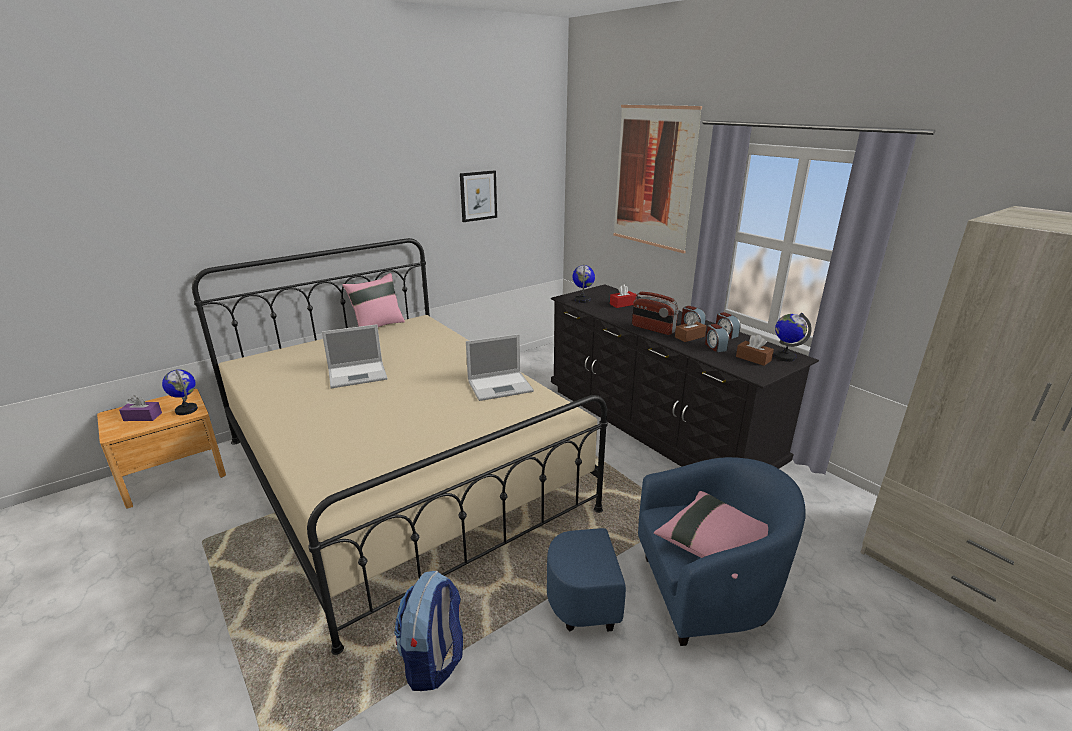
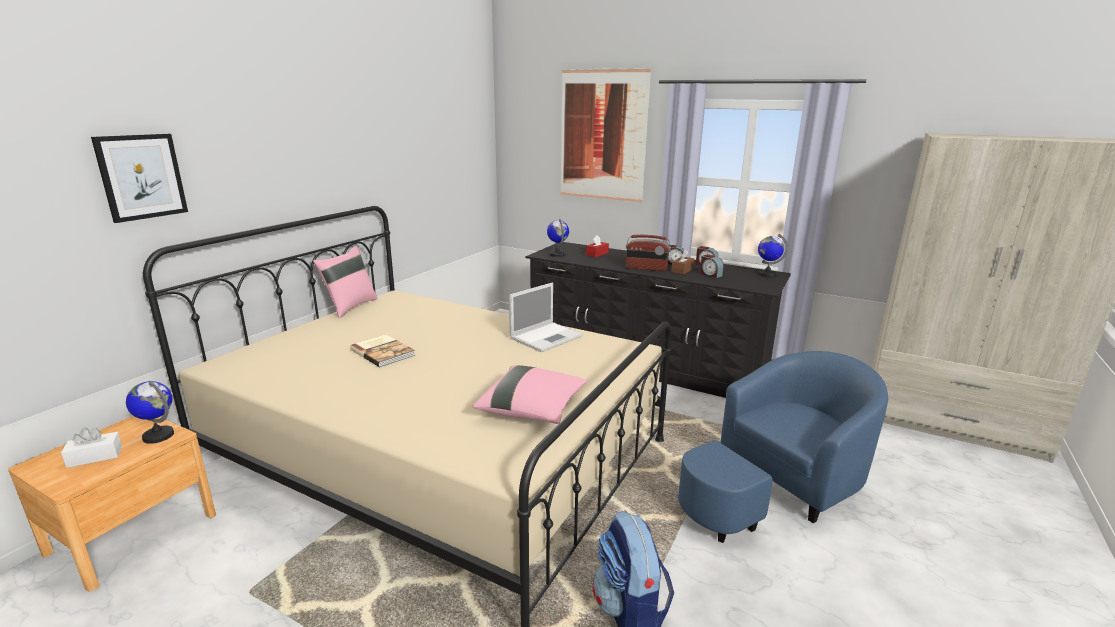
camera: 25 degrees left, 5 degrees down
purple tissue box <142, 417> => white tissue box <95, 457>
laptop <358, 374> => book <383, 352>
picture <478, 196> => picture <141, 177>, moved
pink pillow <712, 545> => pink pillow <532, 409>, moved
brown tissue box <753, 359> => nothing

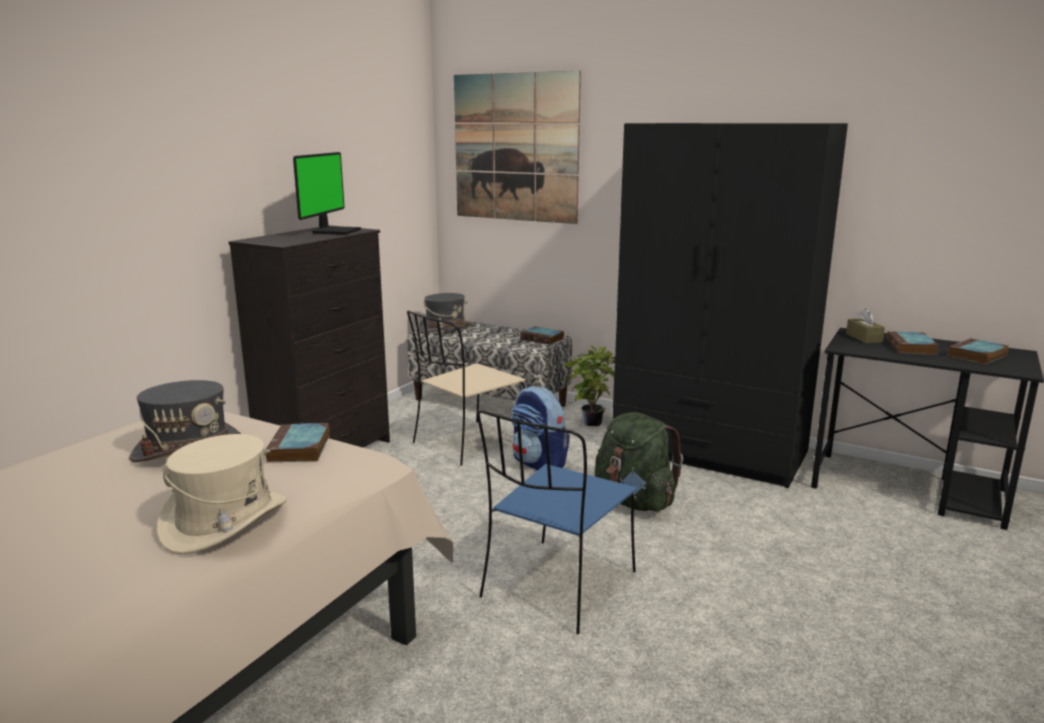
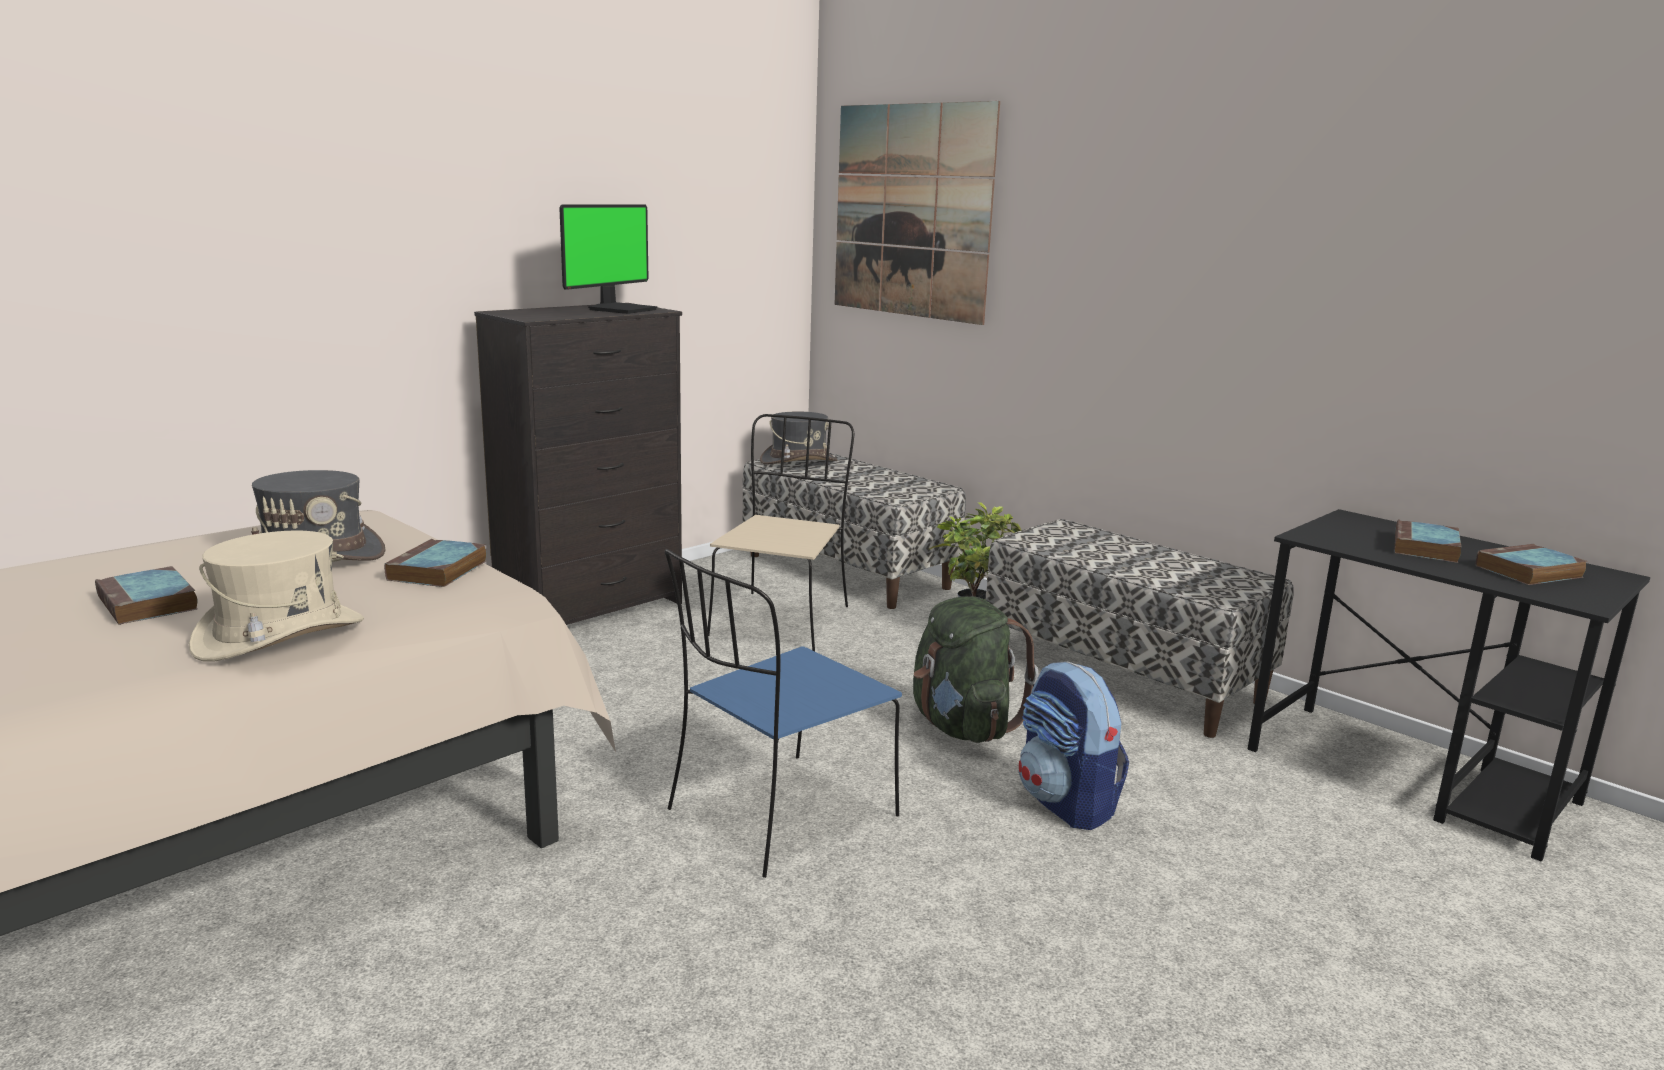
camera: 15 degrees right, 0 degrees up
beige chair <467, 443> => beige chair <781, 620>, 135 degrees clockwise
backpack <539, 463> => backpack <1066, 803>, moved
book <543, 339> => book <149, 604>, moved
black wardrobe <710, 451> => bench <1123, 677>
brown tissue box <863, 338> => nothing

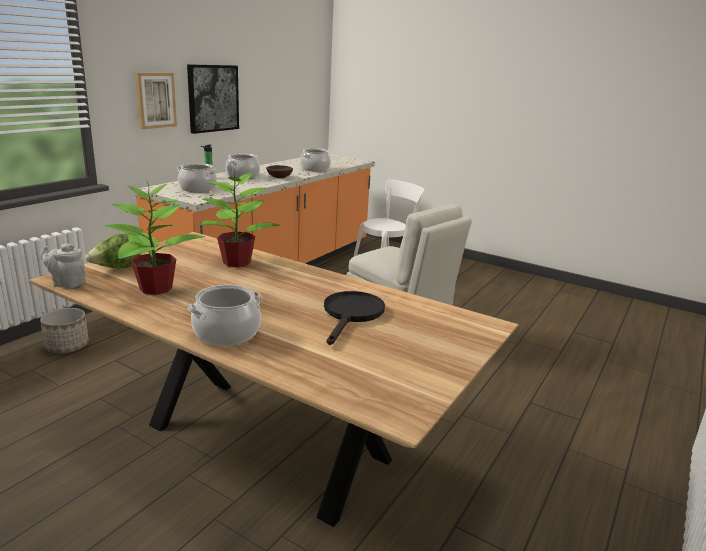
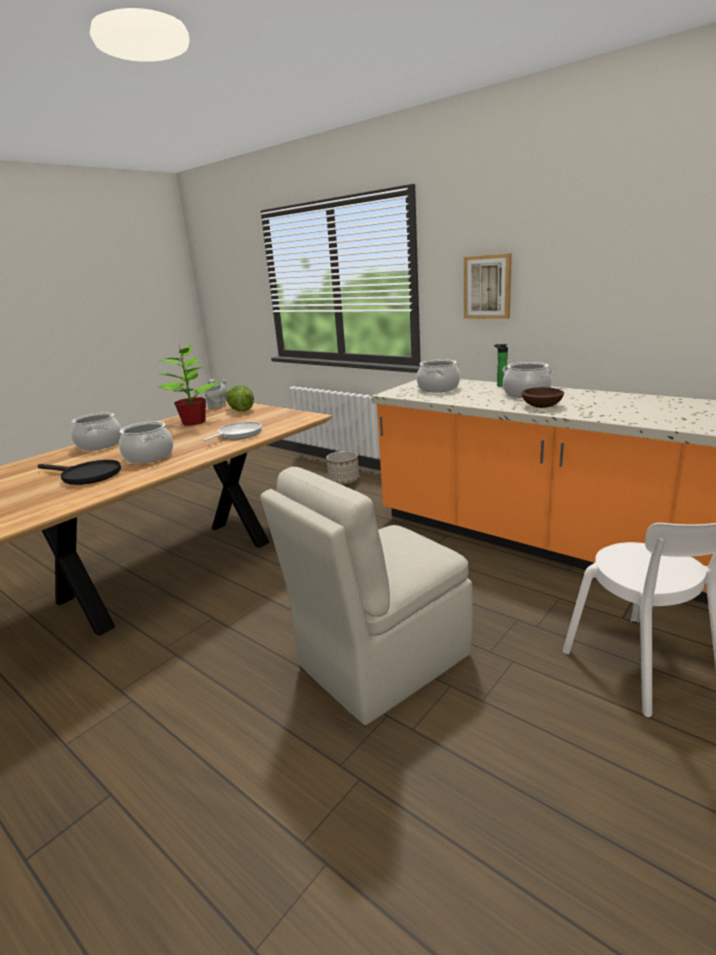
camera: 100 degrees right, 0 degrees up
picture <213, 98> => nothing
potted plant <237, 262> => frying pan <238, 434>
cooking pot <315, 169> => cooking pot <149, 456>, moved

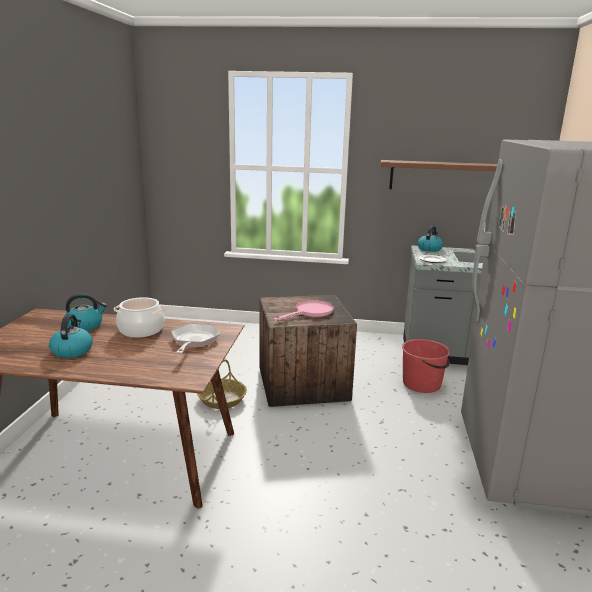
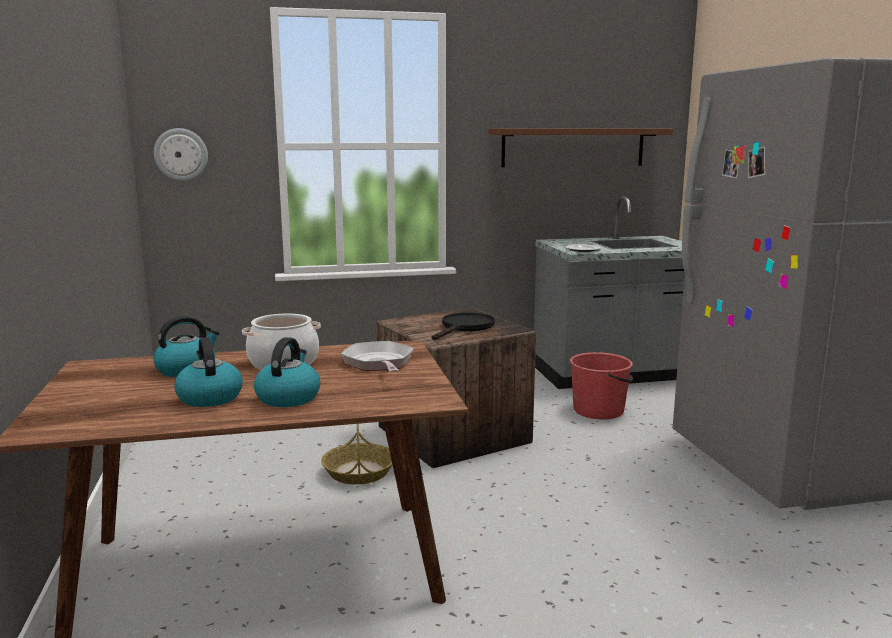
camera: 20 degrees left, 5 degrees down
pink frying pan <310, 312> => black frying pan <464, 327>
kettle <429, 249> => kettle <288, 397>, moved
nothing => wall clock <181, 154>

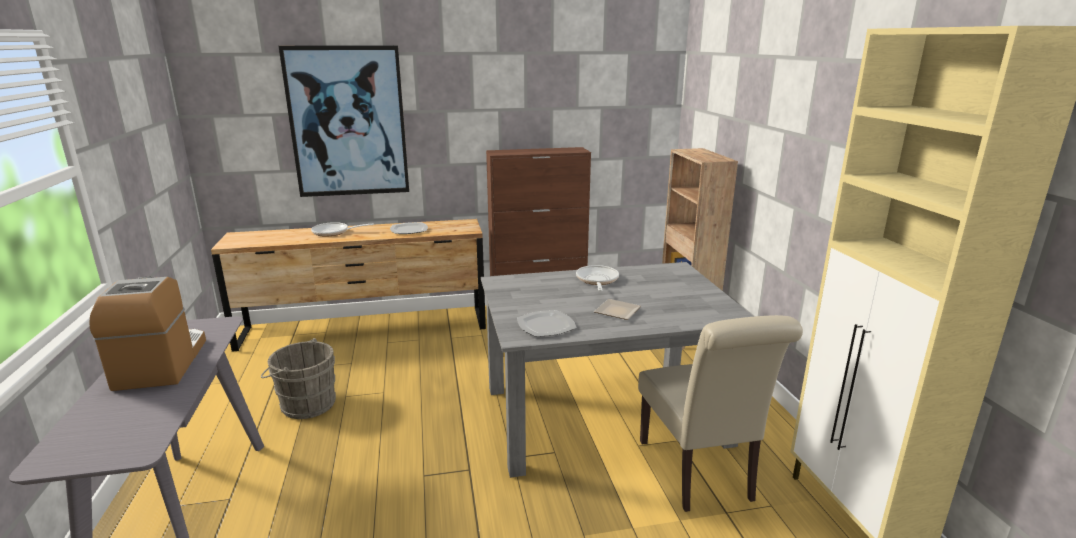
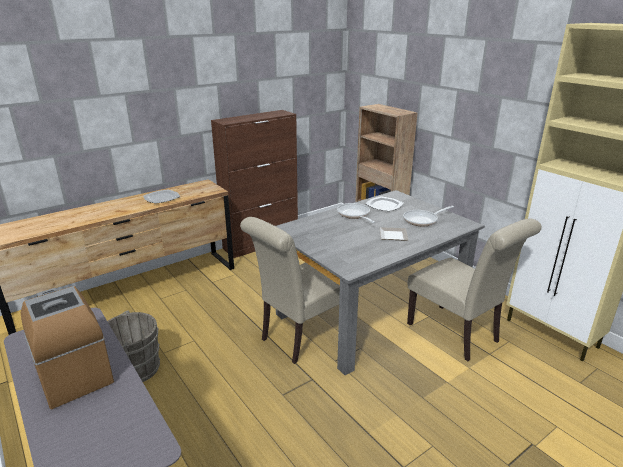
camera: 25 degrees left, 5 degrees up
picture <348, 122> => nothing
frying pan <334, 232> => frying pan <422, 220>, moved
plate <545, 325> => plate <384, 205>, moved
nothing => beige chair <301, 337>

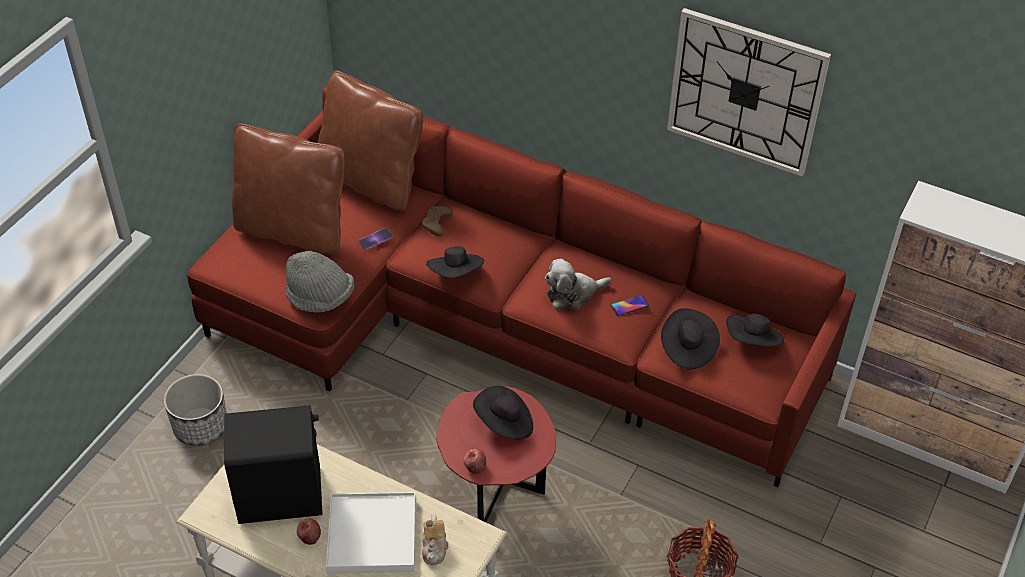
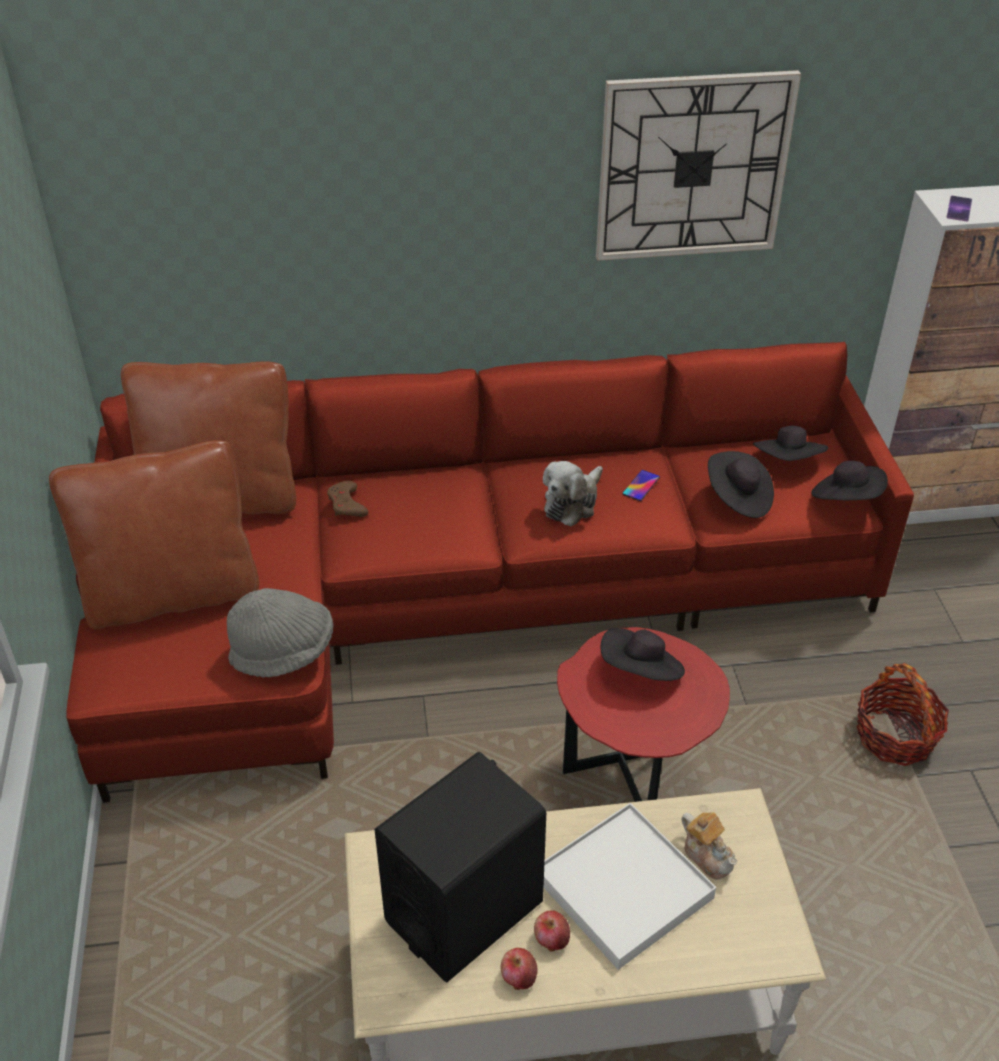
camera: 35 degrees left, 5 degrees down
planter <201, 426> => nothing
phone <375, 239> => phone <959, 209>, moved
black hat <456, 274> => black hat <846, 499>, moved
apple <474, 467> => apple <518, 977>, moved

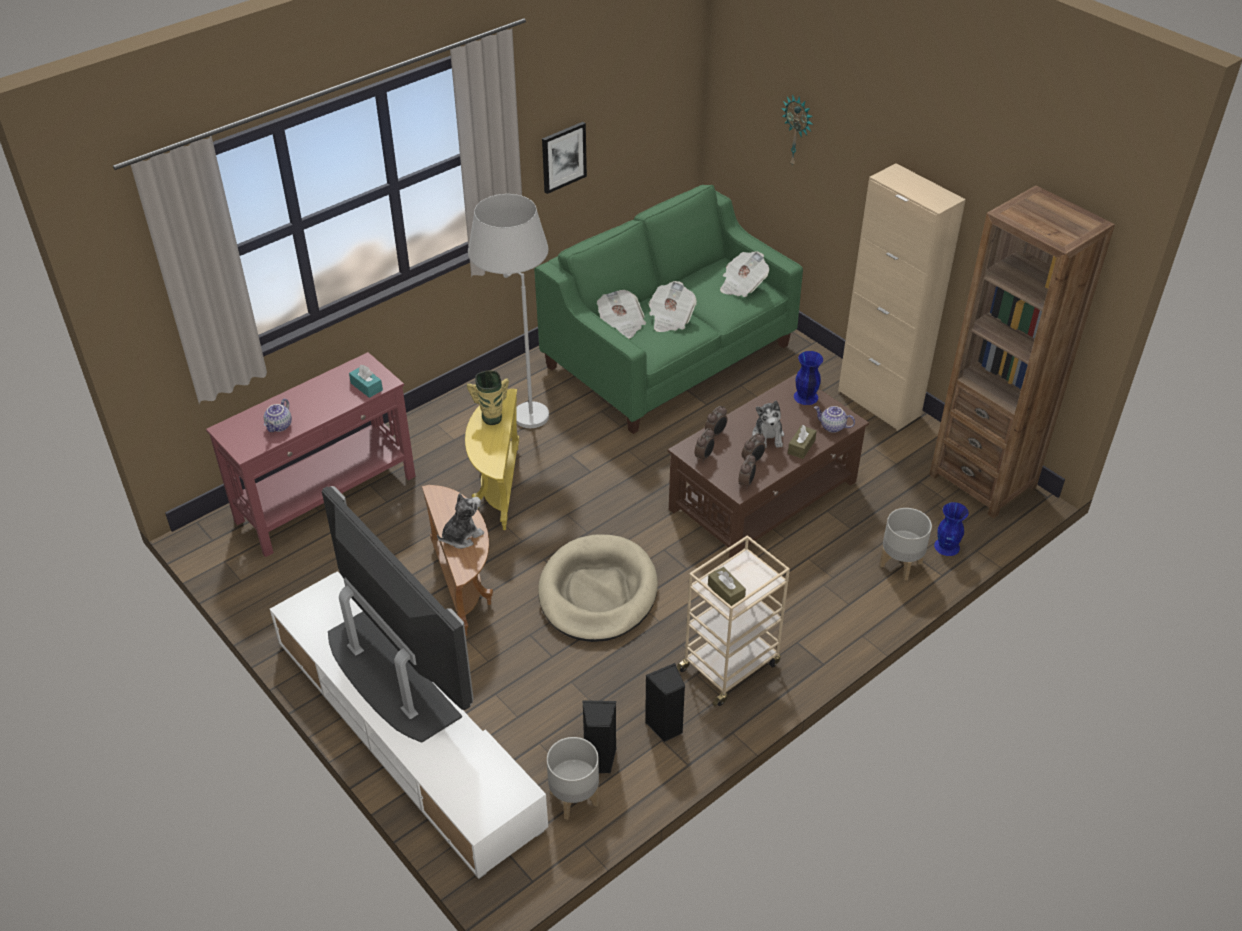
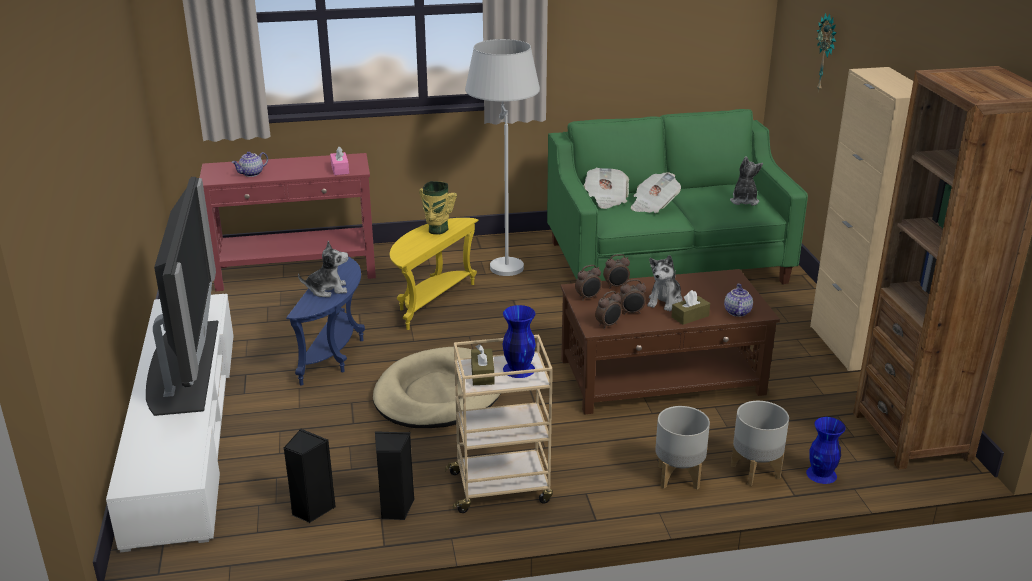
camera: 30 degrees right, 15 degrees down
turquoise tissue box <366, 387> => pink tissue box <340, 169>
brown side table <464, 585> => blue side table <336, 354>
picture <563, 157> => nothing
grey planter <574, 798> => grey planter <678, 477>, moved
newspaper <742, 285> => plush toy <744, 201>
blue vase <805, 397> => blue vase <518, 369>, moved
teapot <832, 427> => teapot <736, 312>, 45 degrees clockwise

